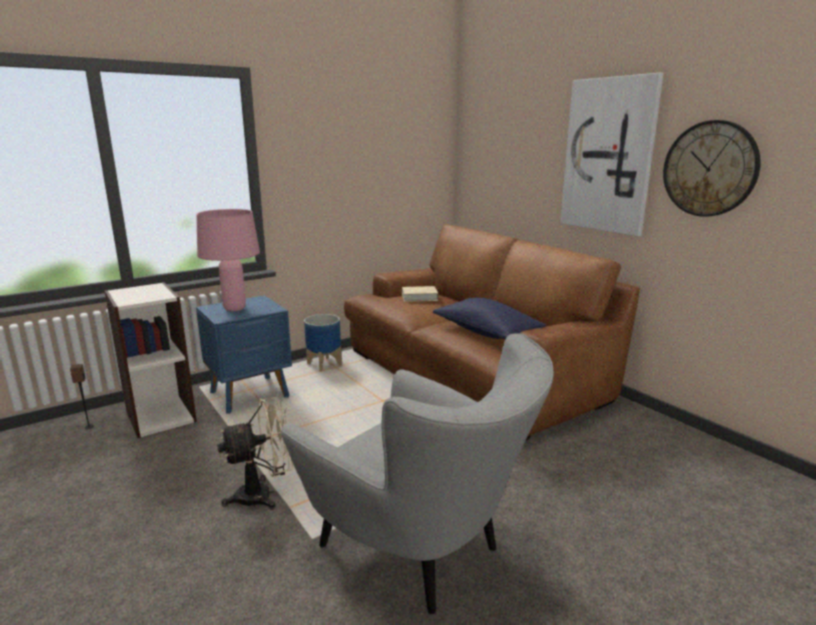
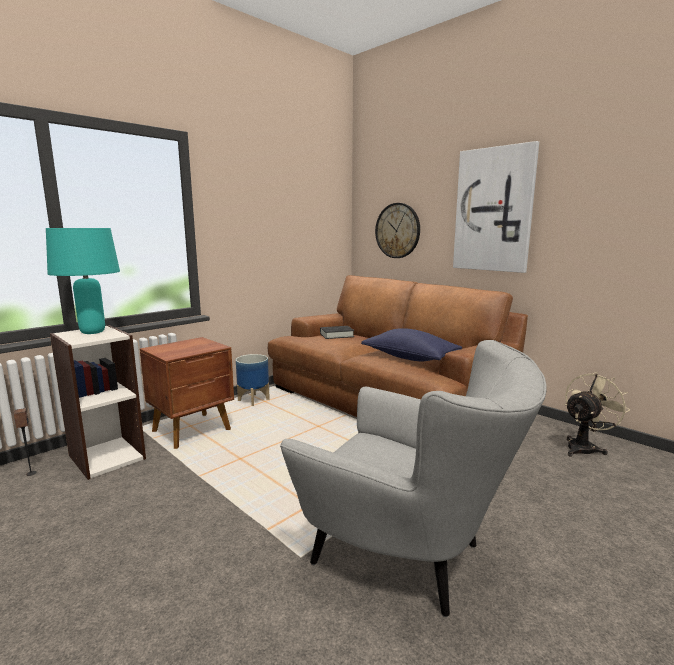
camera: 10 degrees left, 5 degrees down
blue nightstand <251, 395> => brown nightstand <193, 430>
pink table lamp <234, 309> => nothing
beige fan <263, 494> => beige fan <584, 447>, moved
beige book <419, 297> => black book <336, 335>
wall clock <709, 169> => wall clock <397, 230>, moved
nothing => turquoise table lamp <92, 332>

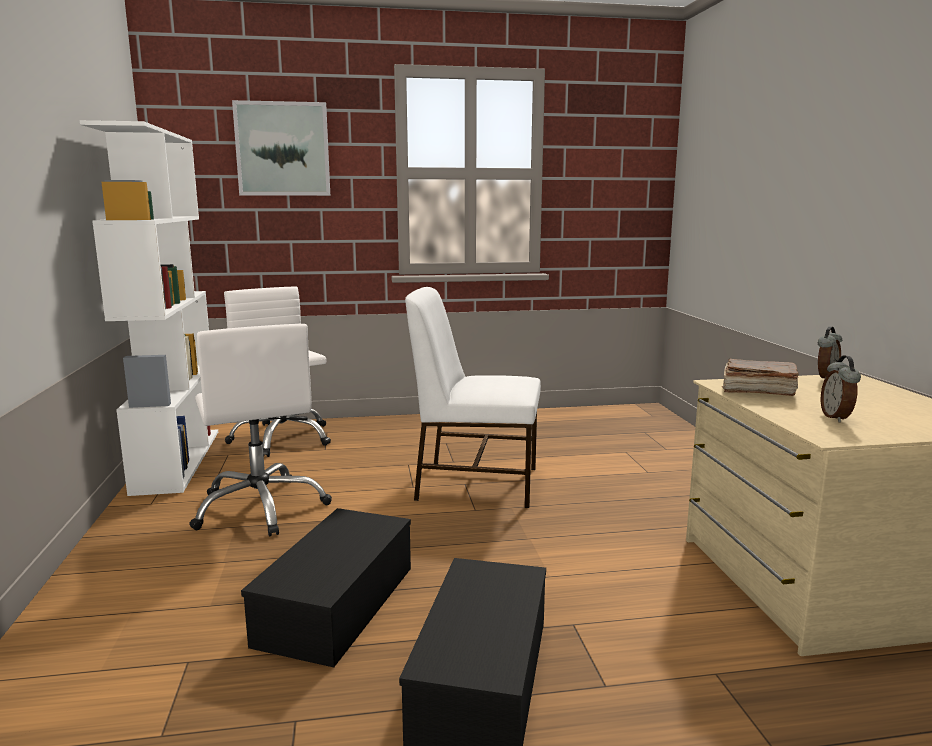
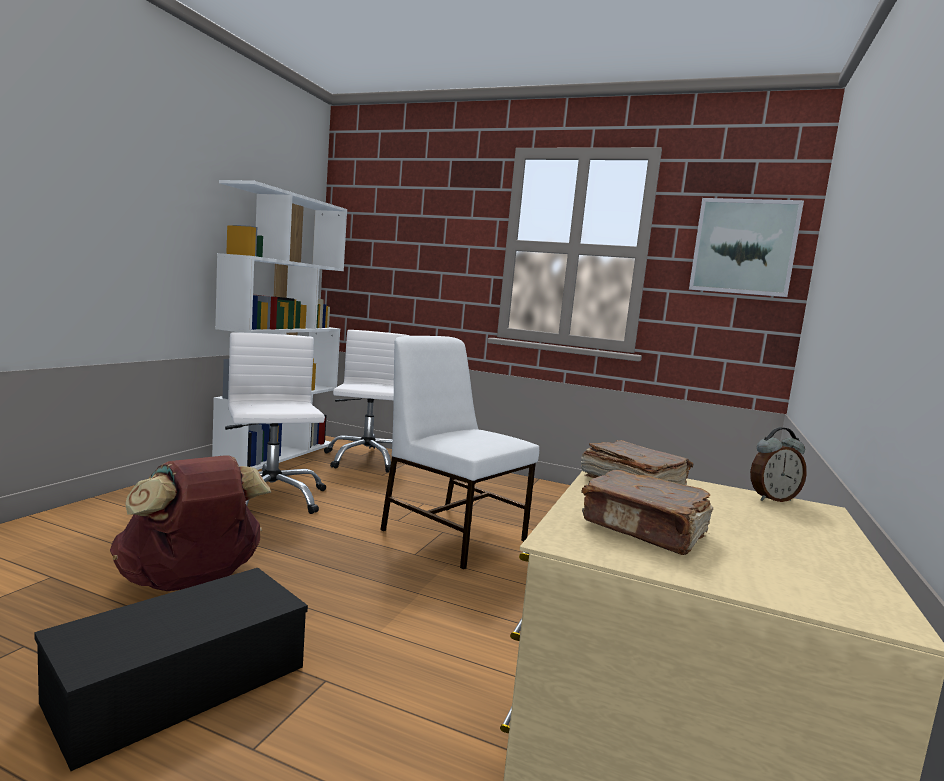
camera: 30 degrees right, 5 degrees down
white office chair <261, 507> => white office chair <270, 499>, 150 degrees clockwise
picture <283, 149> => picture <743, 247>, moved
black storage box <337, 606> => brown backpack <191, 582>
alarm clock <837, 418> => brown book <644, 530>

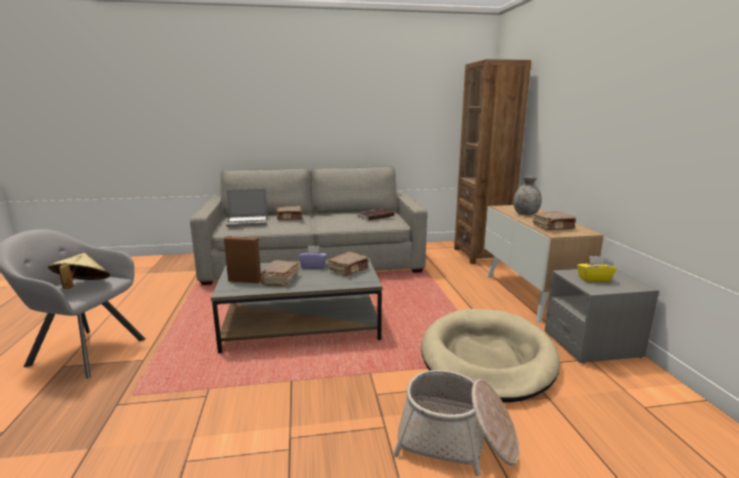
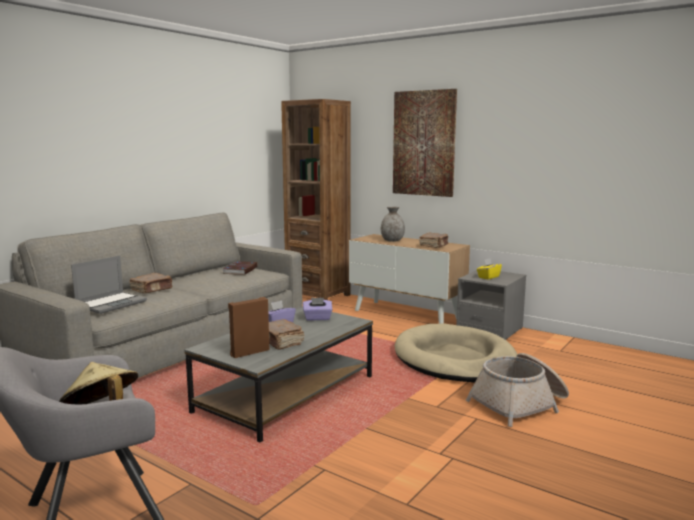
camera: 45 degrees left, 5 degrees down
brown book <349, 270> => purple tissue box <317, 318>
nothing => picture <424, 143>

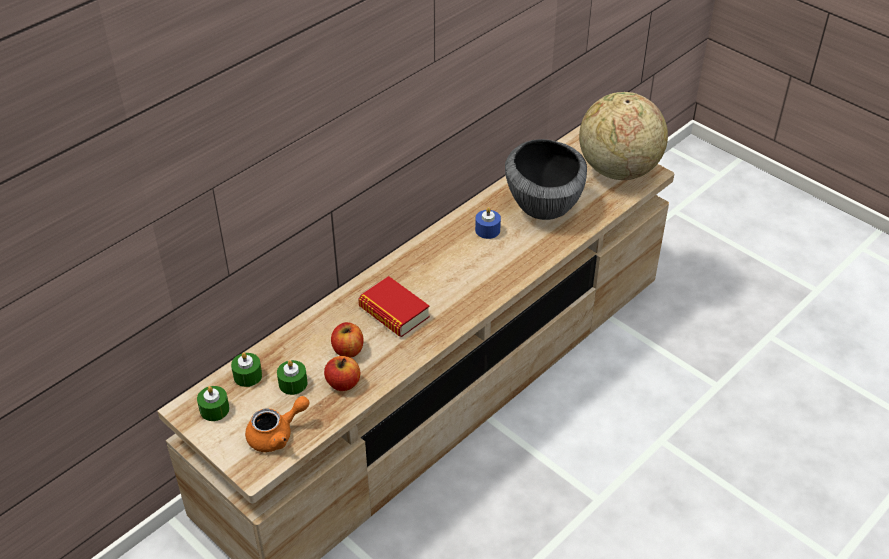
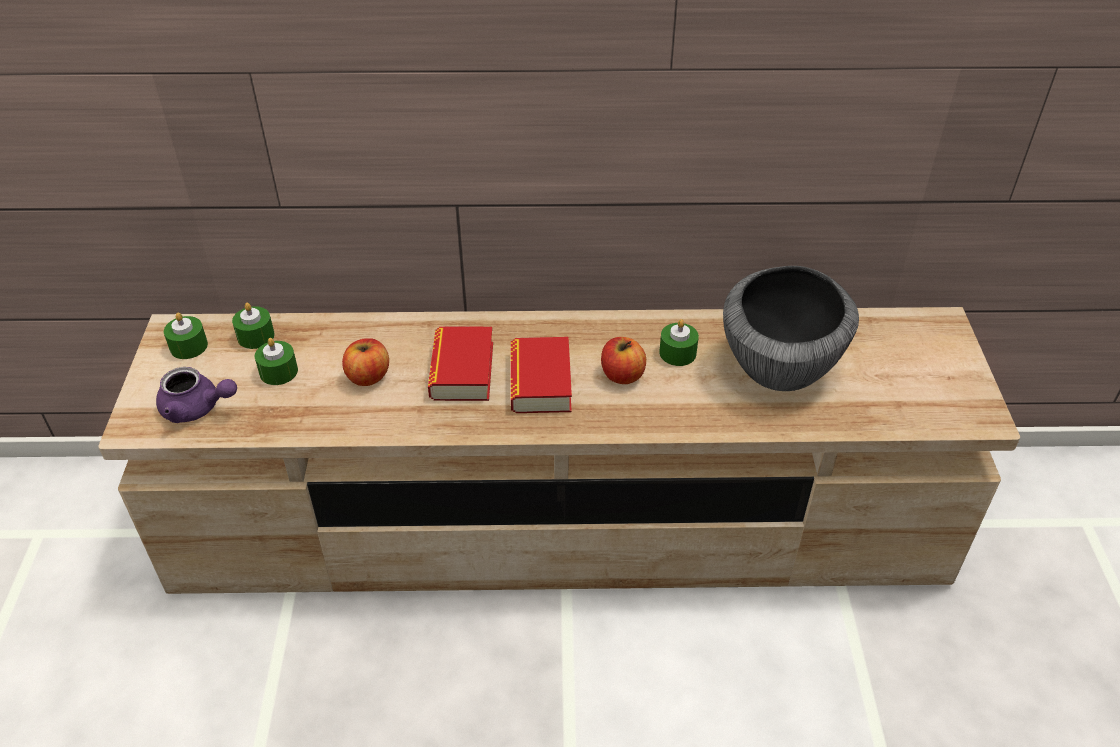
camera: 45 degrees right, 0 degrees up
orange teapot <276, 435> => purple teapot <197, 408>
apple <343, 383> => apple <622, 375>, moved
blue candle <487, 230> => green candle <677, 353>
globe <617, 170> => nothing
nothing => book <540, 382>

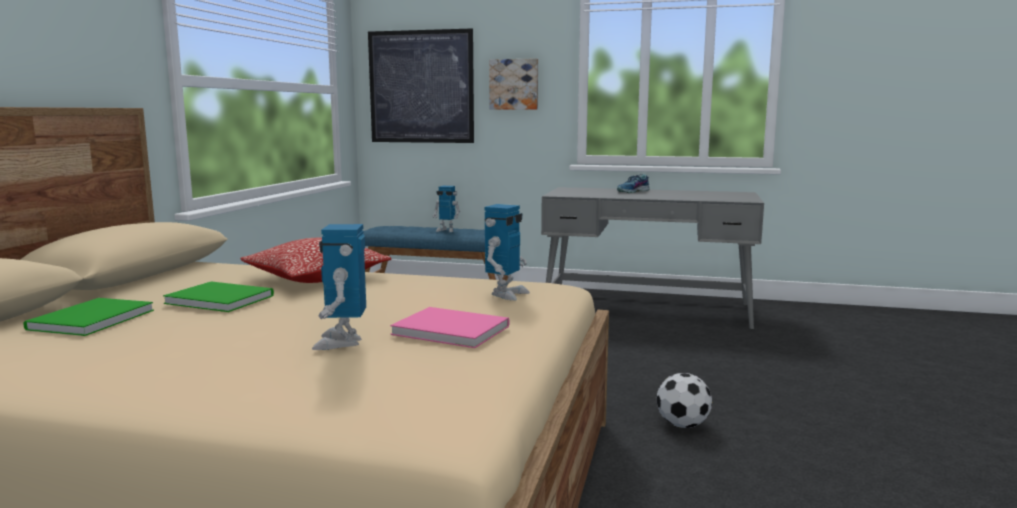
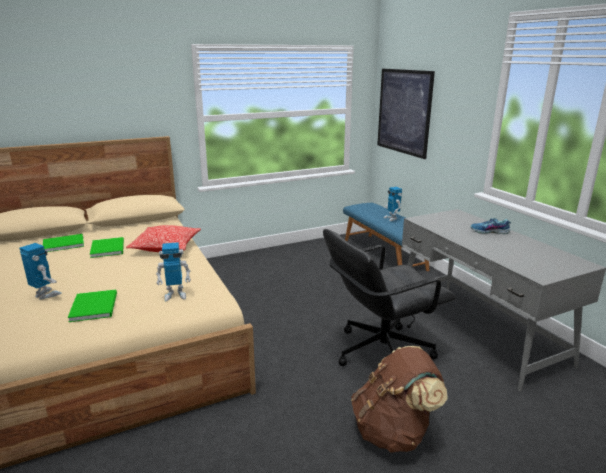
camera: 50 degrees right, 10 degrees up
toy robot <342, 342> => toy robot <45, 295>, 75 degrees clockwise
pink book <449, 329> => green book <95, 306>
picture <514, 84> => nothing
football <683, 424> => nothing
nothing => black office chair <381, 352>
nothing => brown backpack <393, 431>

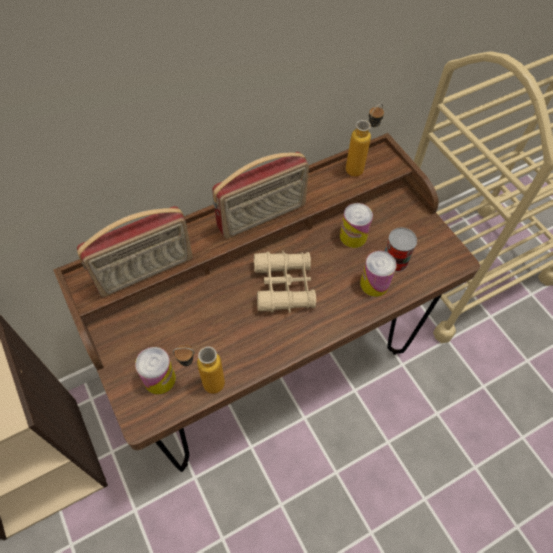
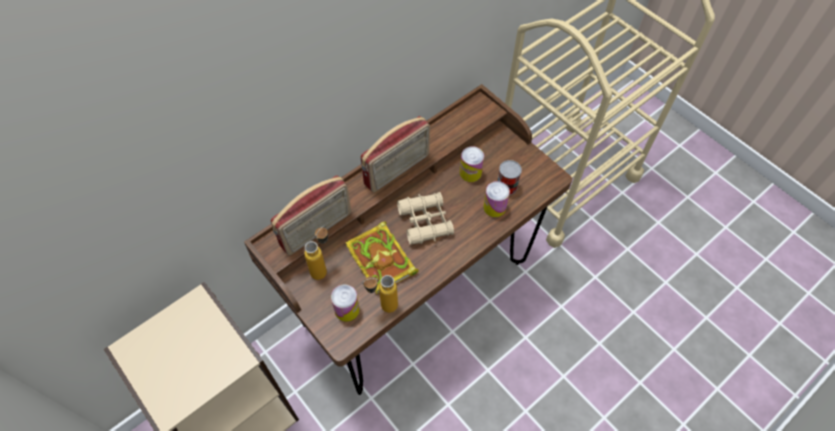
camera: 10 degrees left, 0 degrees up
bottle <359, 166> => bottle <323, 268>, moved
nothing => book <382, 260>

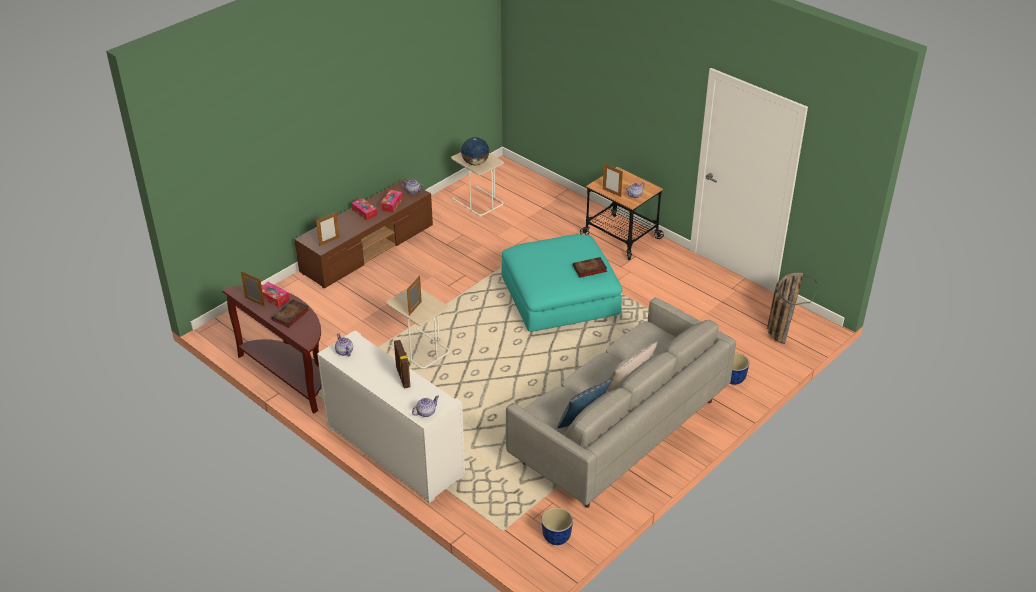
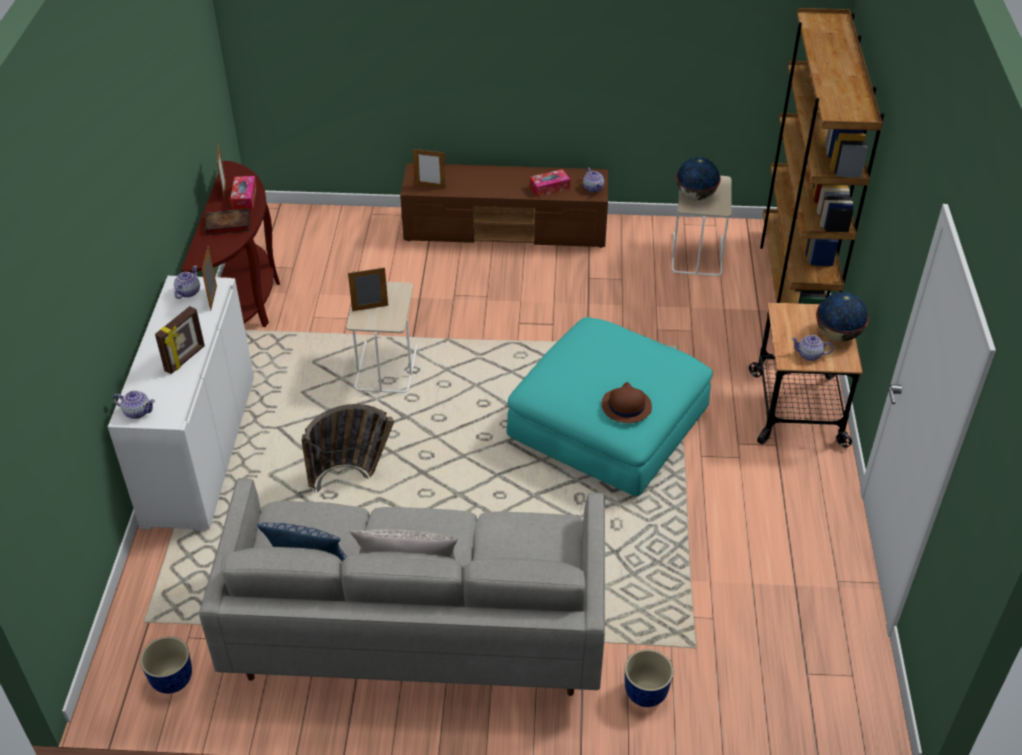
camera: 50 degrees right, 5 degrees up
tissue box <364, 212> => nothing
book <589, 269> => brown hat <626, 406>
picture frame <611, 192> => picture frame <213, 298>, moved
basket <783, 327> => basket <353, 476>, moved
nothing => brown bookcase <793, 288>
nothing => globe <838, 335>

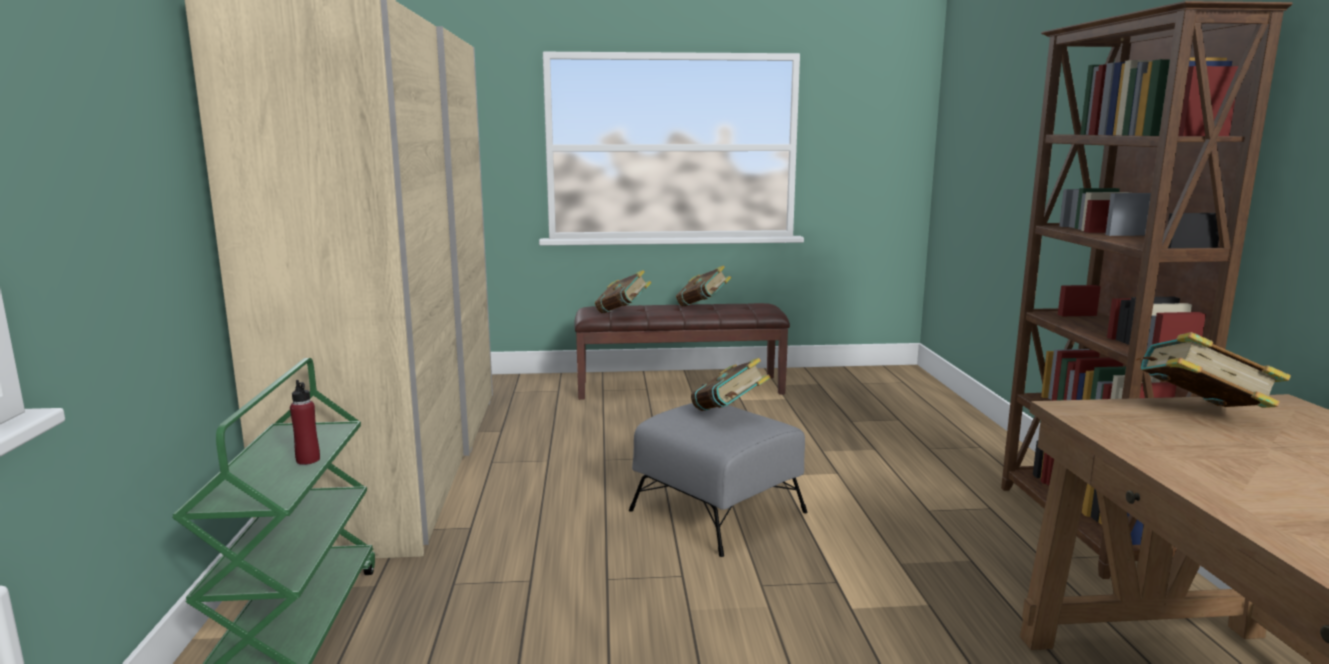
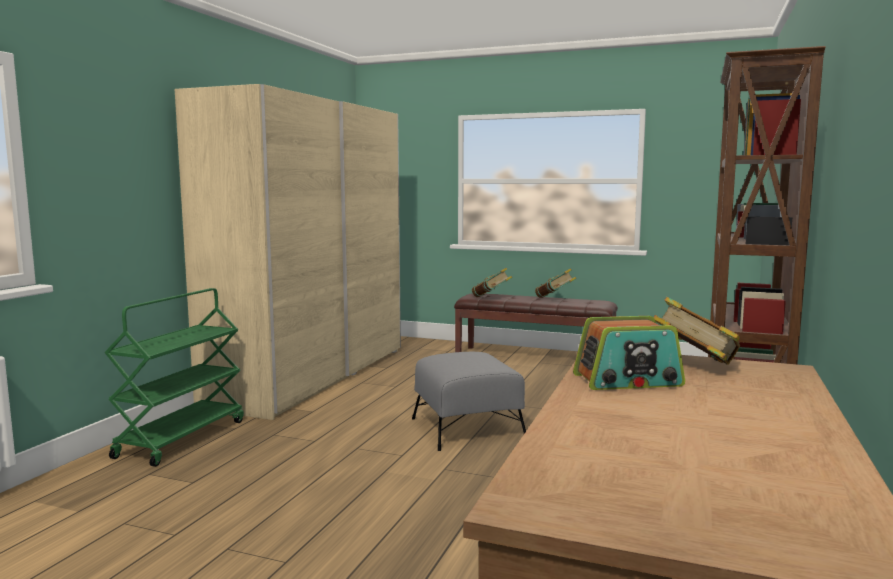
camera: 25 degrees right, 5 degrees down
red bottle <308, 460> => nothing
book <729, 414> => nothing
nothing => radio <628, 380>

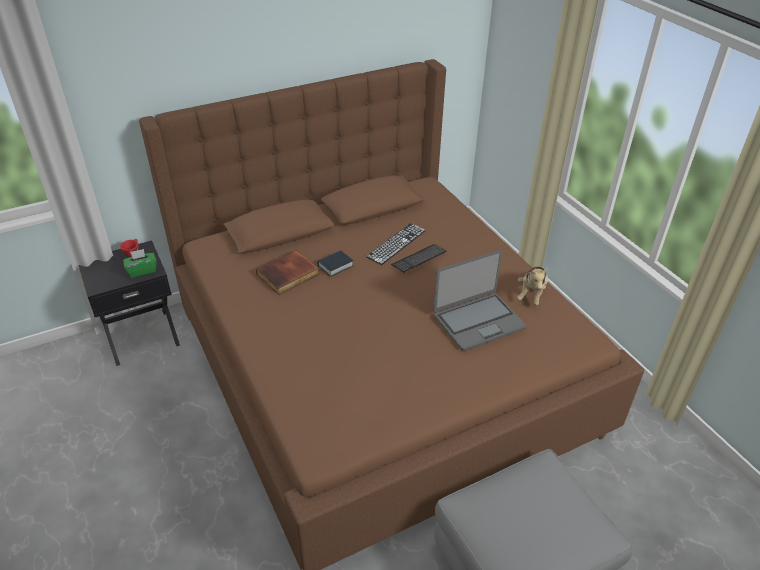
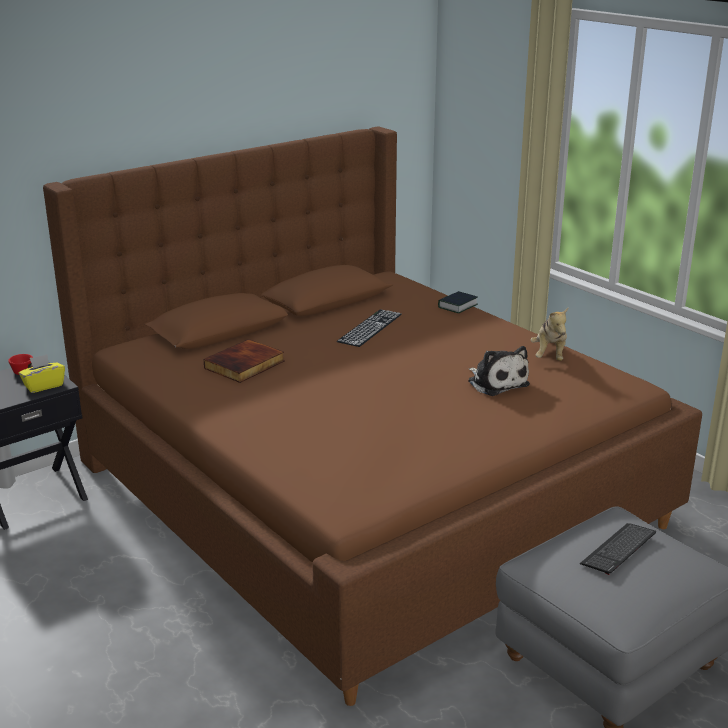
camera: 10 degrees left, 15 degrees down
green tissue box <142, 270> => yellow tissue box <43, 386>
book <335, 266> => book <457, 306>, moved
keyboard <419, 259> => keyboard <618, 550>, moved
laptop <478, 321> => plush toy <496, 382>

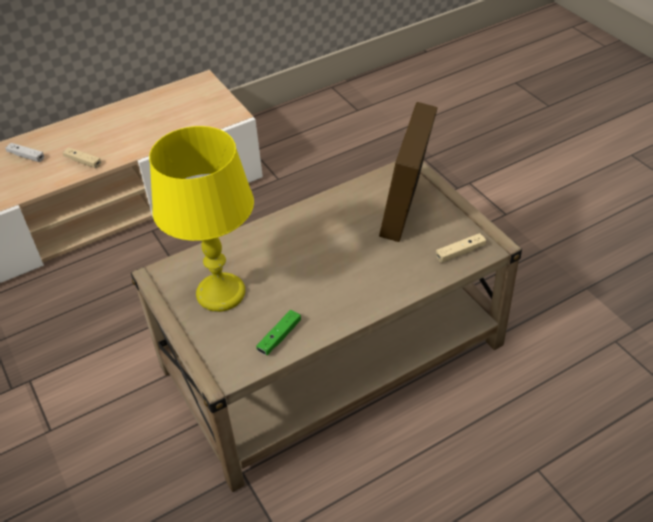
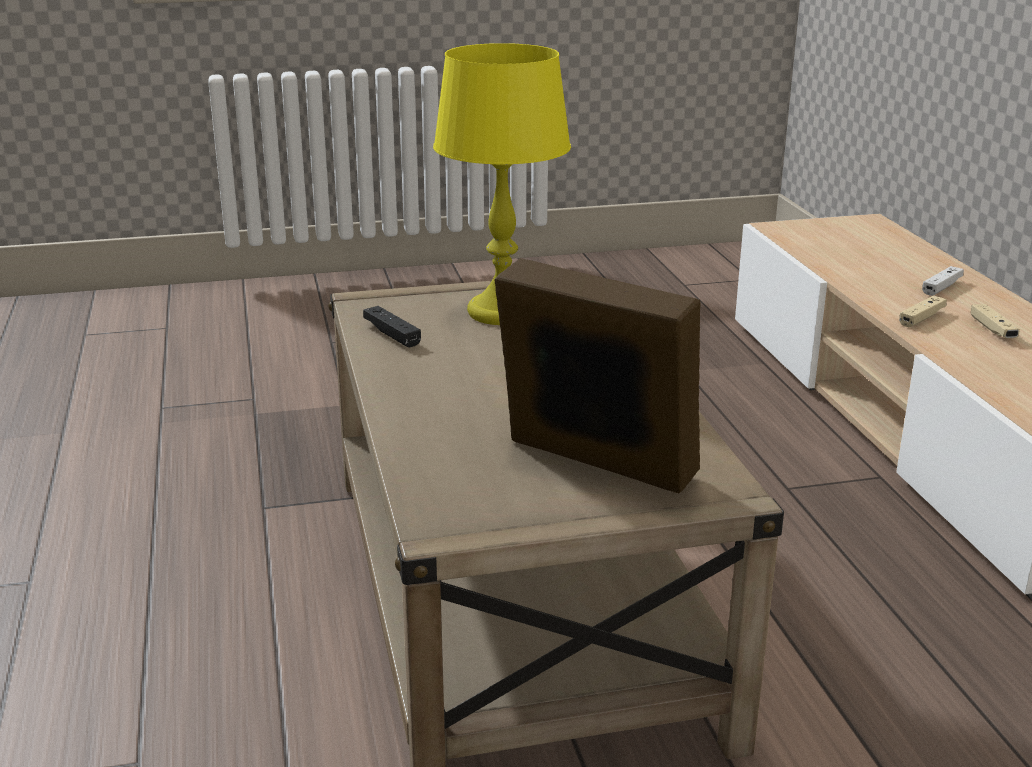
camera: 105 degrees right, 20 degrees down
green game controller <279, 337> => black game controller <392, 334>
beige game controller <460, 252> => beige game controller <992, 329>, moved

